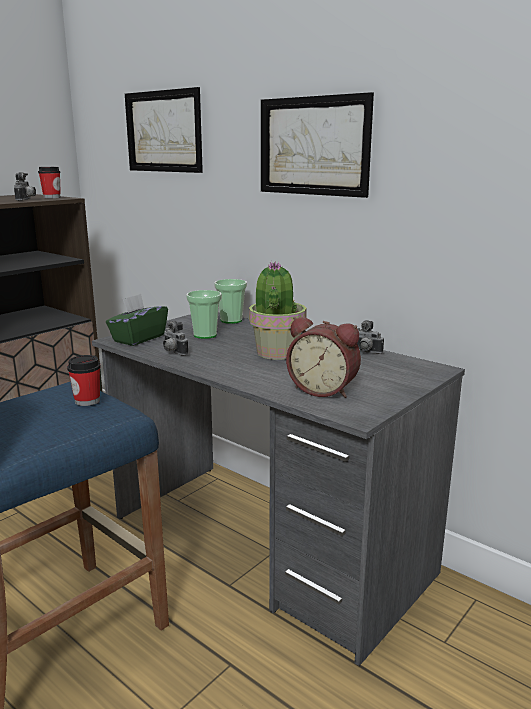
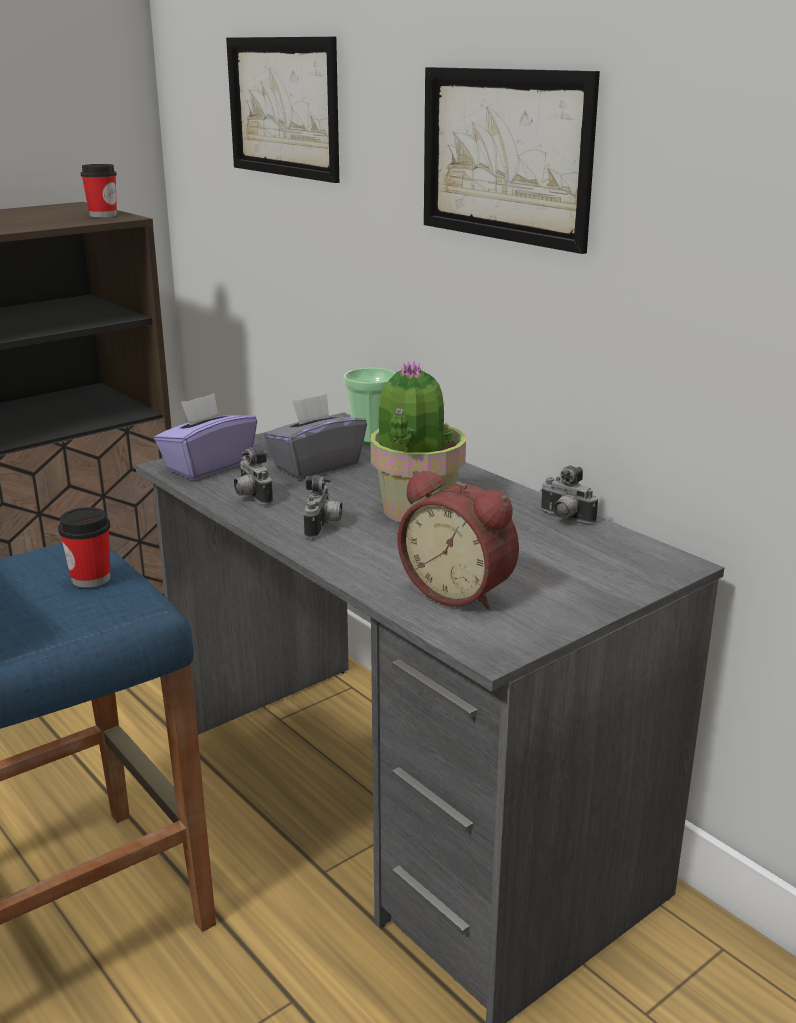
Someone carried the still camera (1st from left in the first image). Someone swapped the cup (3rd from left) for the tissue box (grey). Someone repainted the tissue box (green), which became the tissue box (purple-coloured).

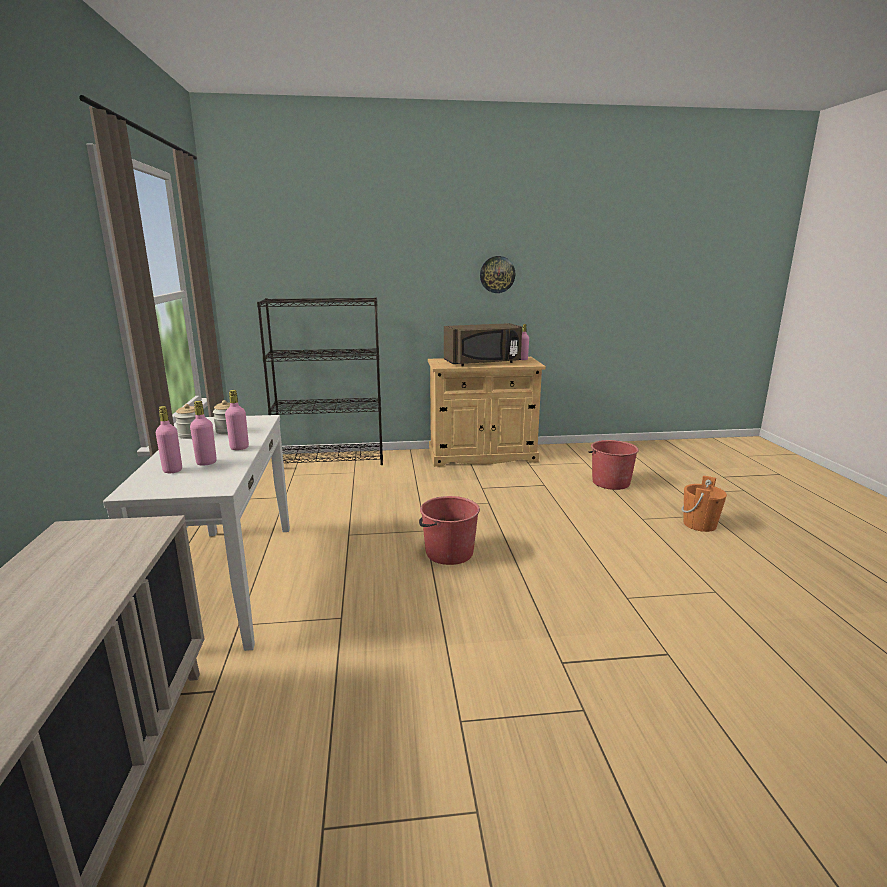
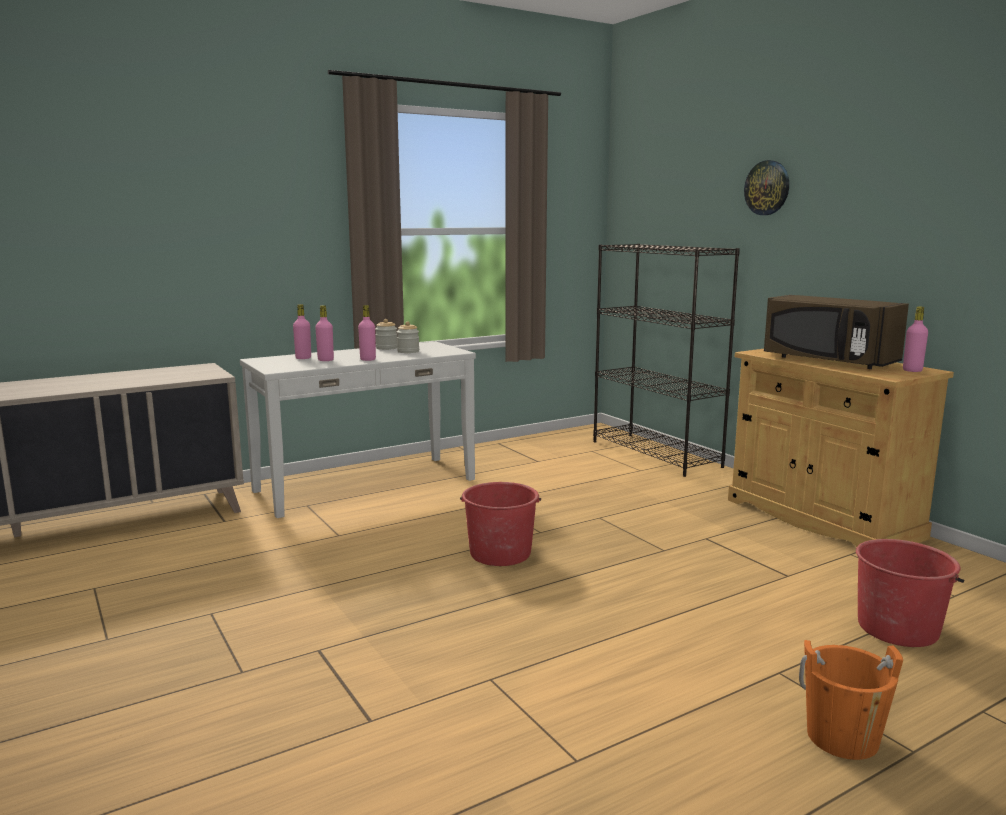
Someone carried the wall clock.

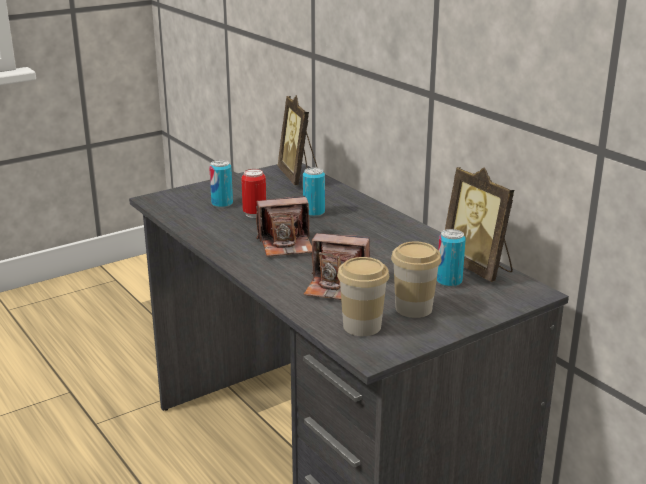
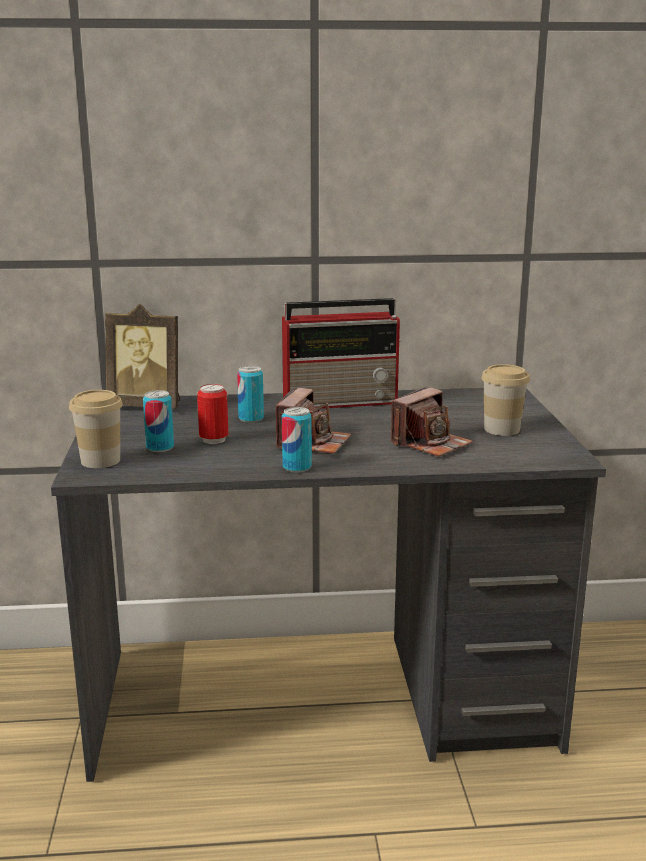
Someone took away the photo frame (2nd from left). Someone carried the sealed can (4th from left). Someone carried the cup (1st from left). Someone put down the radio.

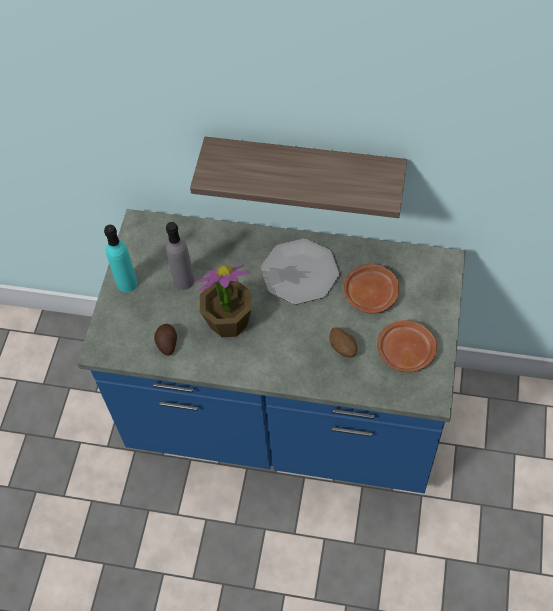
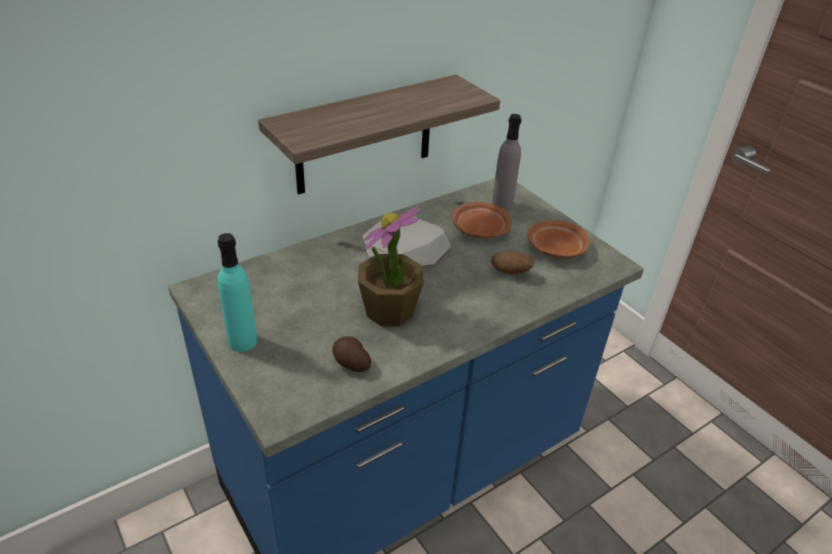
Someone carried the drink bottle (grey).

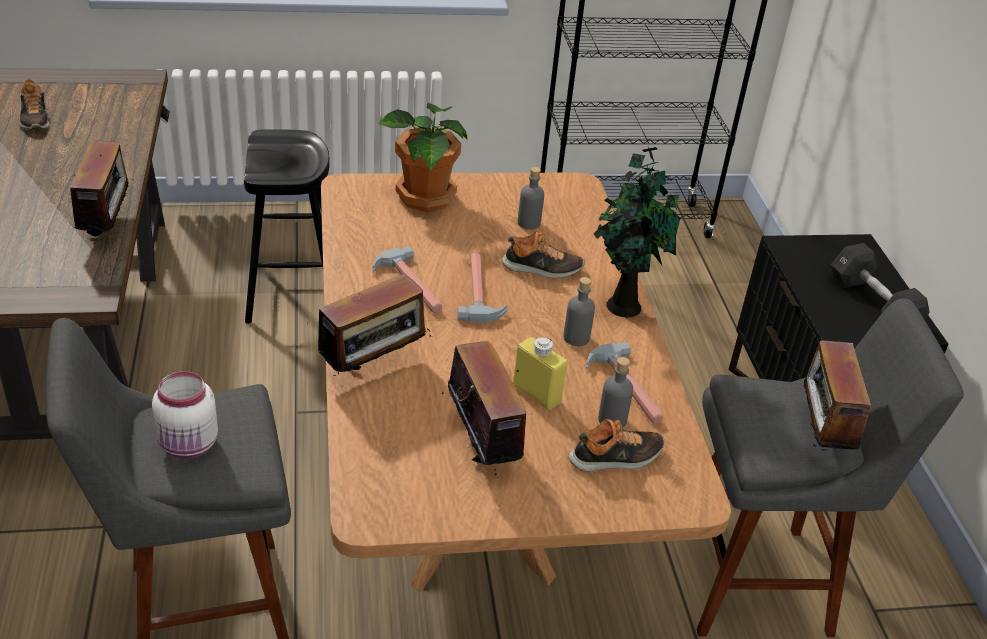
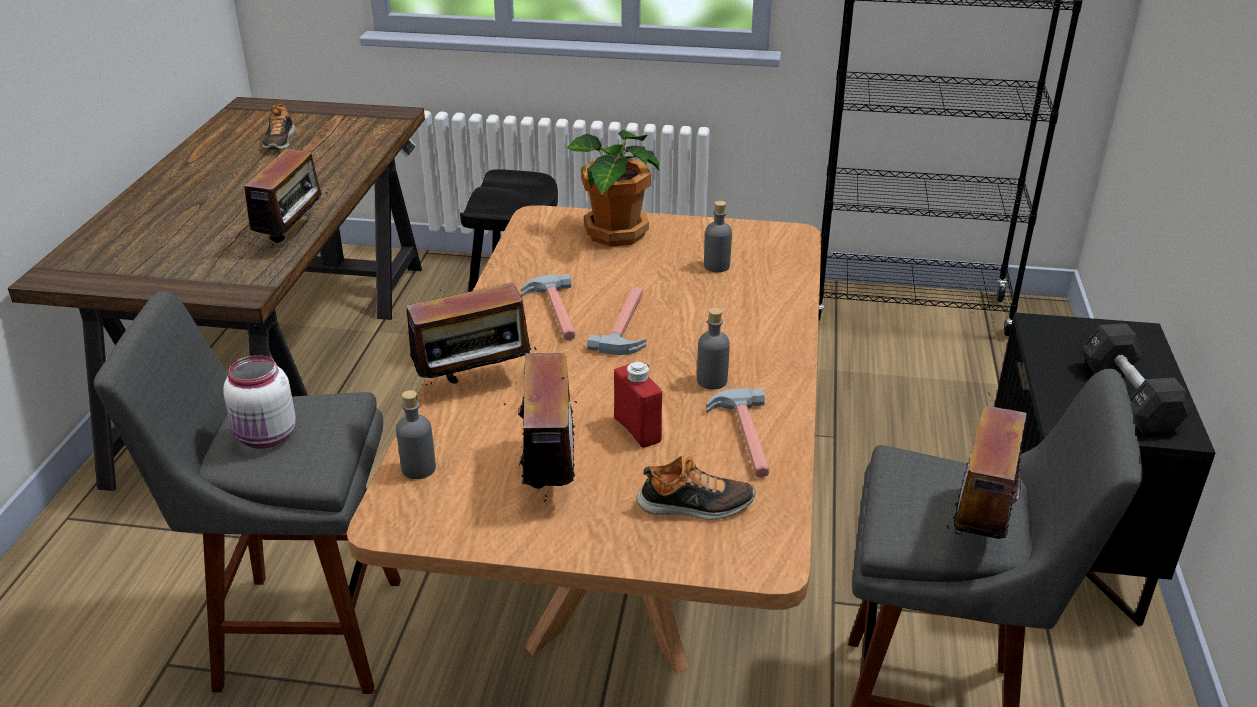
Someone took away the plant in a pot (2nd from left). Someone took away the shoe (2nd from left). Someone repainted the drink bottle (yellowish), which became the drink bottle (red). Someone carried the drink bottle (grey) (3rd from left in the first image).

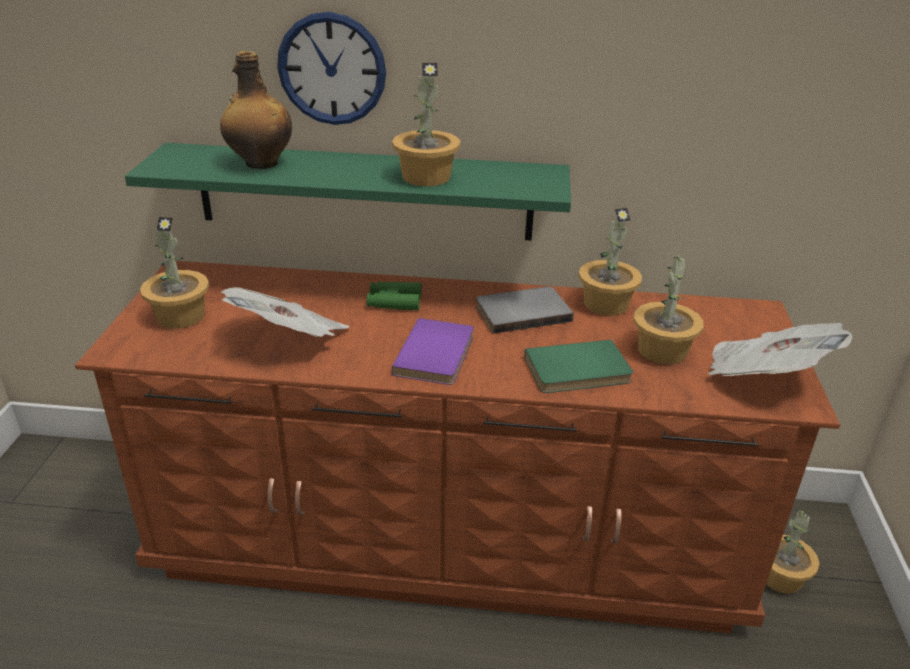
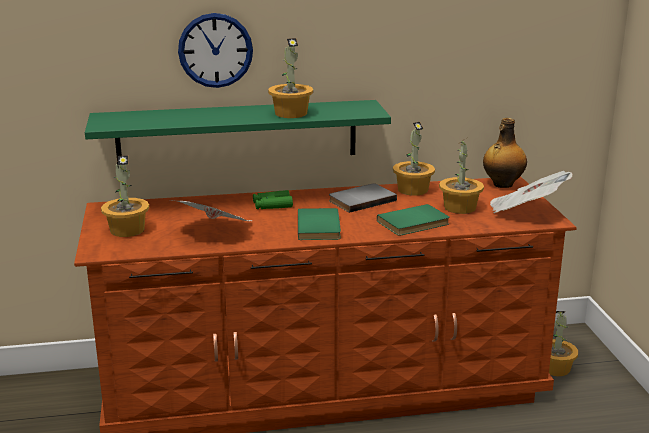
Someone carried the drink bottle. Someone repainted the book (purple-coloured), which became the book (green) (1st from left).

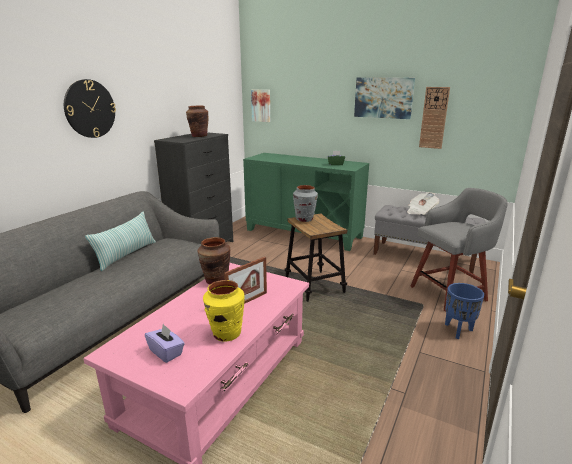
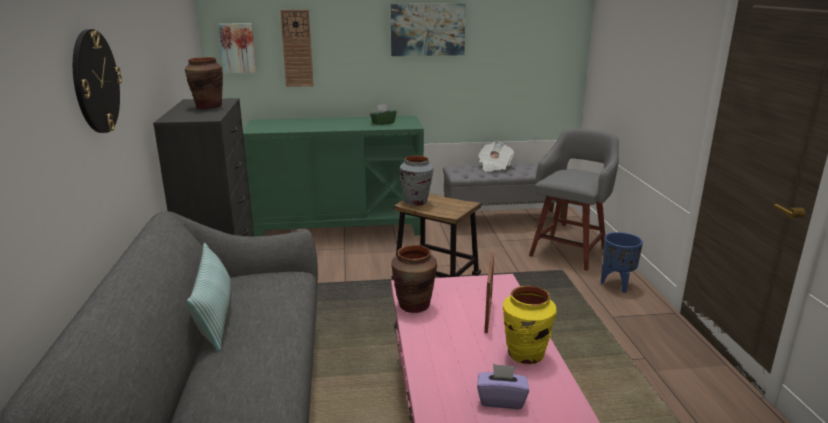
Someone carried the wall clock (2nd from left).

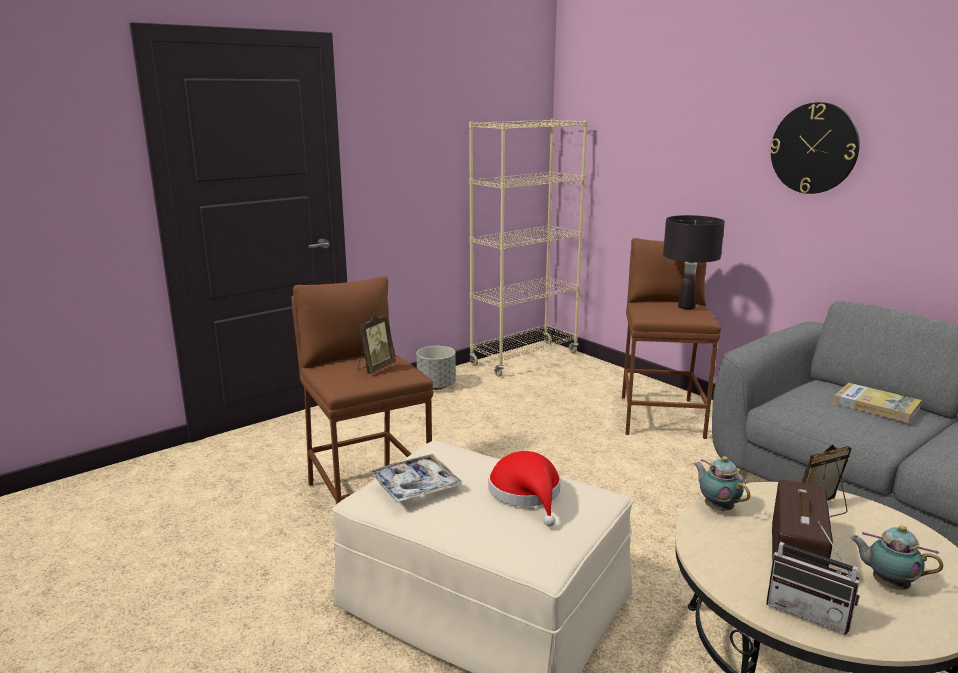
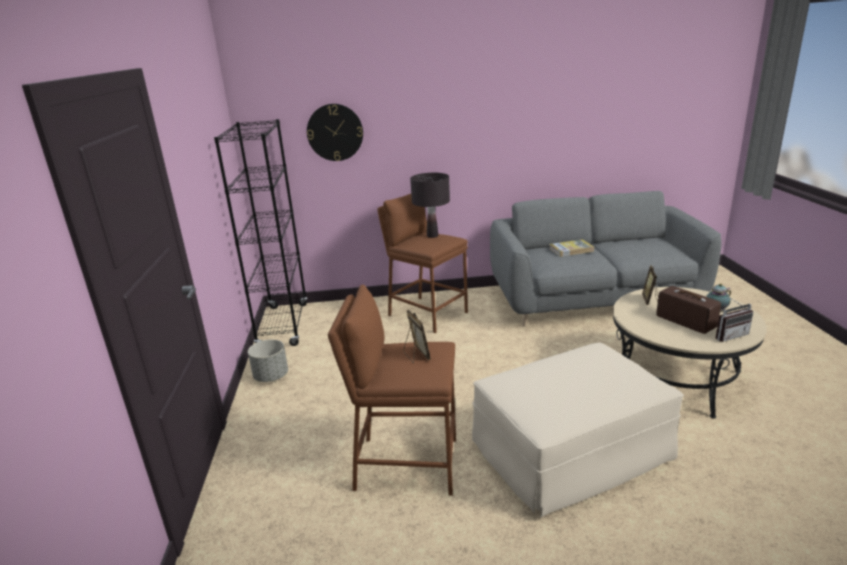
Someone carried the wall clock. Someone repainted the shelving unit (sand-coloured), which became the shelving unit (black-coloured). Someone took away the hat (red). Someone took away the tray. Someone took away the teapot (1st from left).

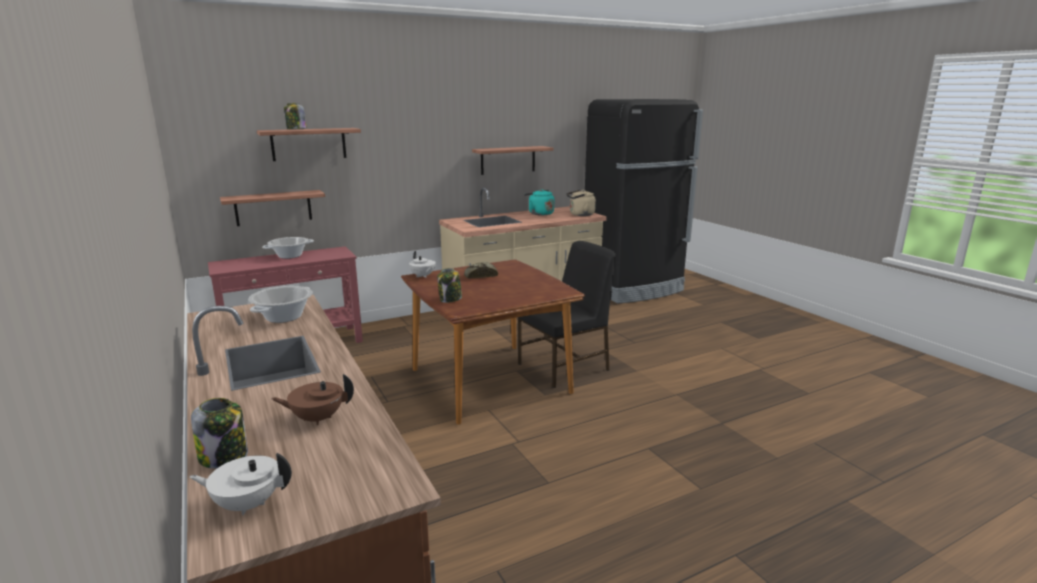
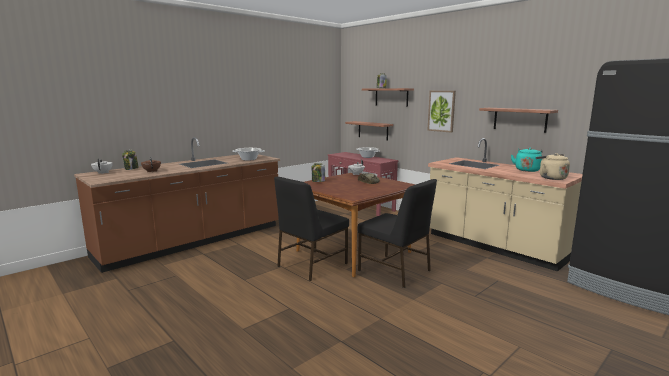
Someone put up the picture. Someone put down the chair (black-coloured) (1st from left).

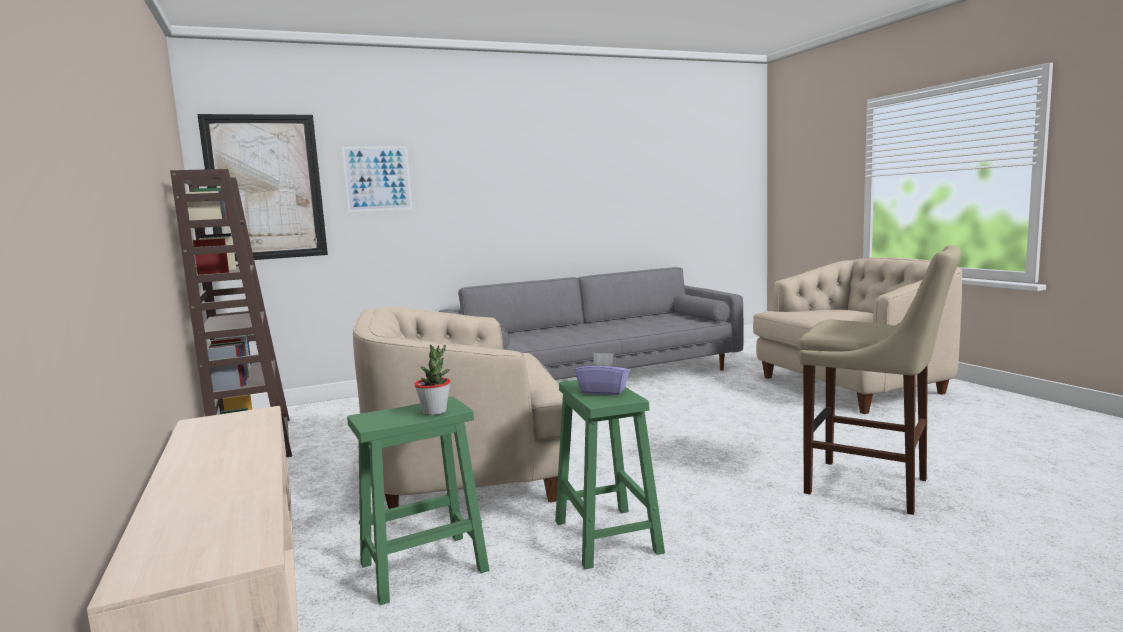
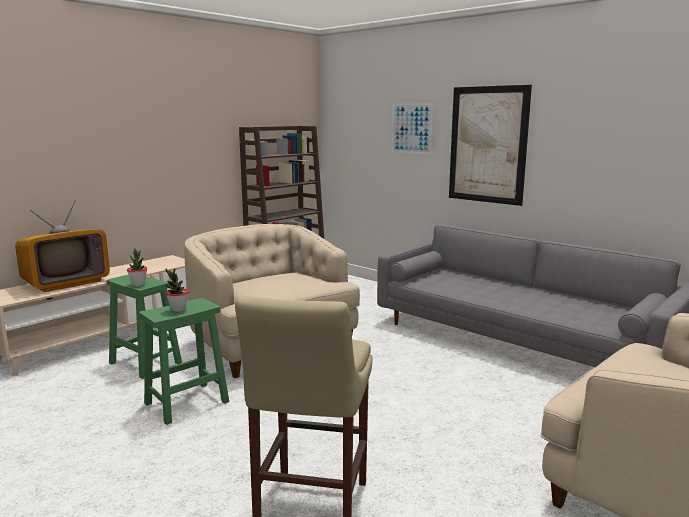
Someone carried the picture (1st from left in the first image). Someone swapped the tissue box (purple-coloured) for the plant in a pot (2nd from left). Someone put down the TV.

